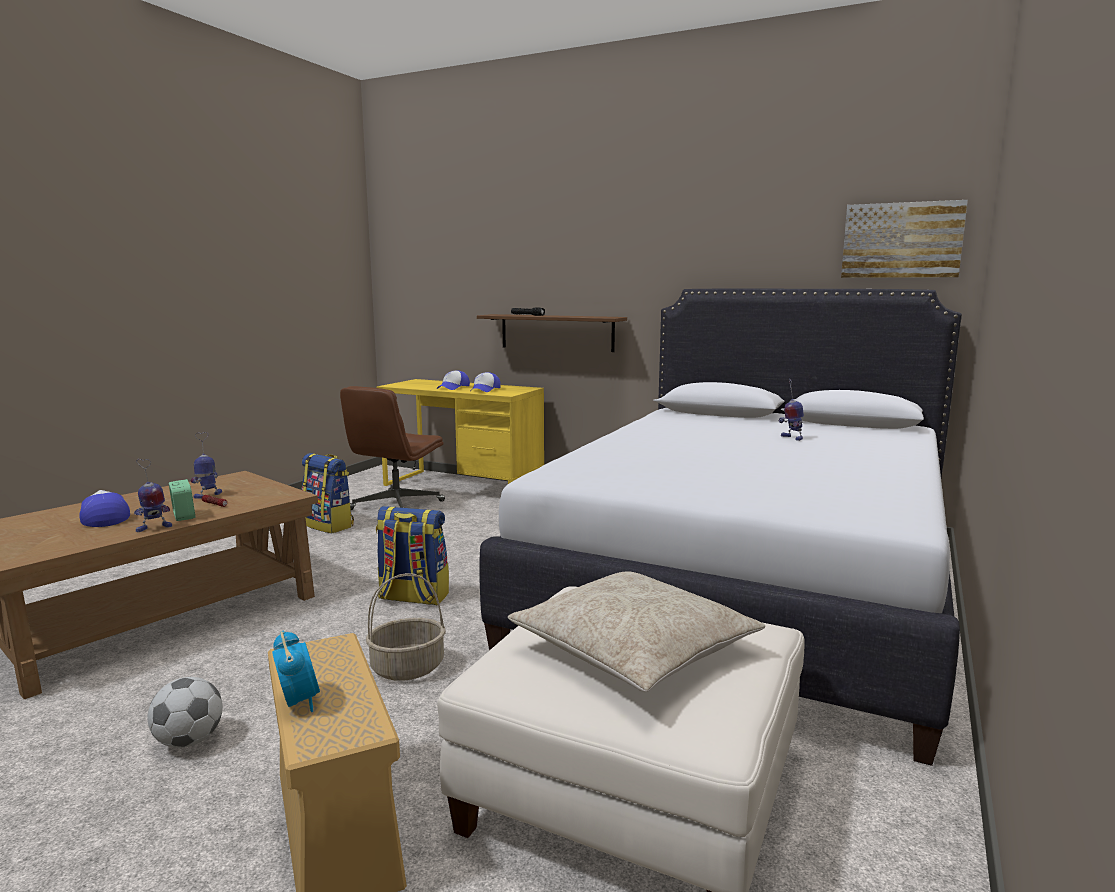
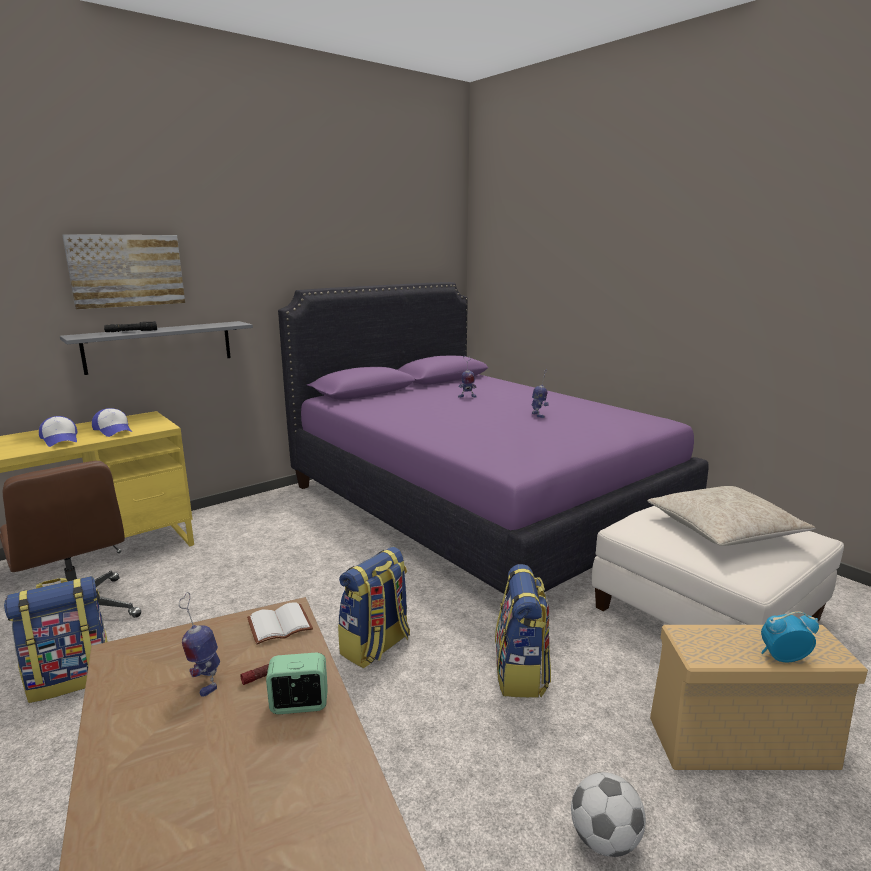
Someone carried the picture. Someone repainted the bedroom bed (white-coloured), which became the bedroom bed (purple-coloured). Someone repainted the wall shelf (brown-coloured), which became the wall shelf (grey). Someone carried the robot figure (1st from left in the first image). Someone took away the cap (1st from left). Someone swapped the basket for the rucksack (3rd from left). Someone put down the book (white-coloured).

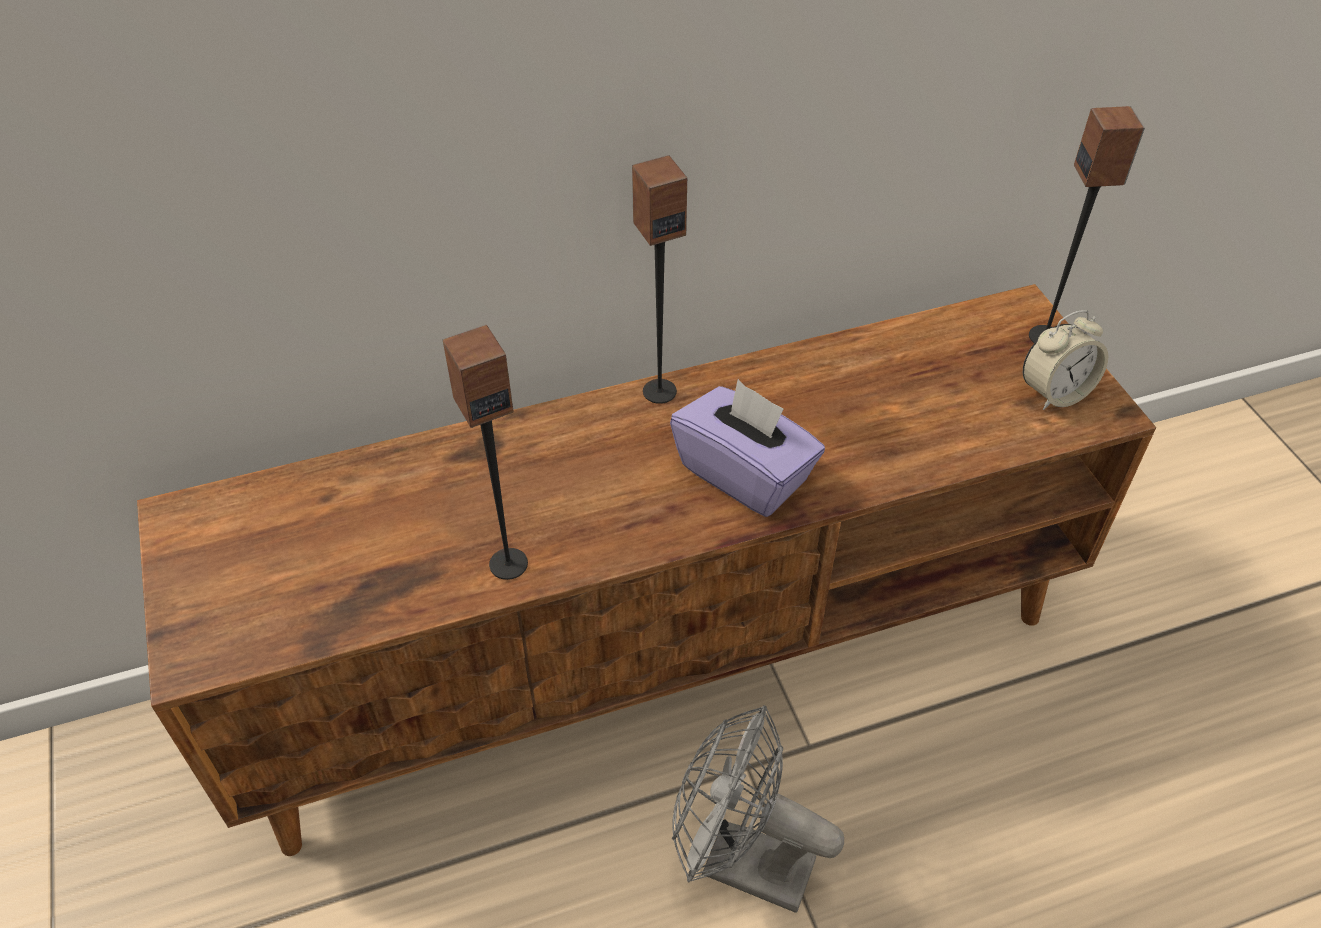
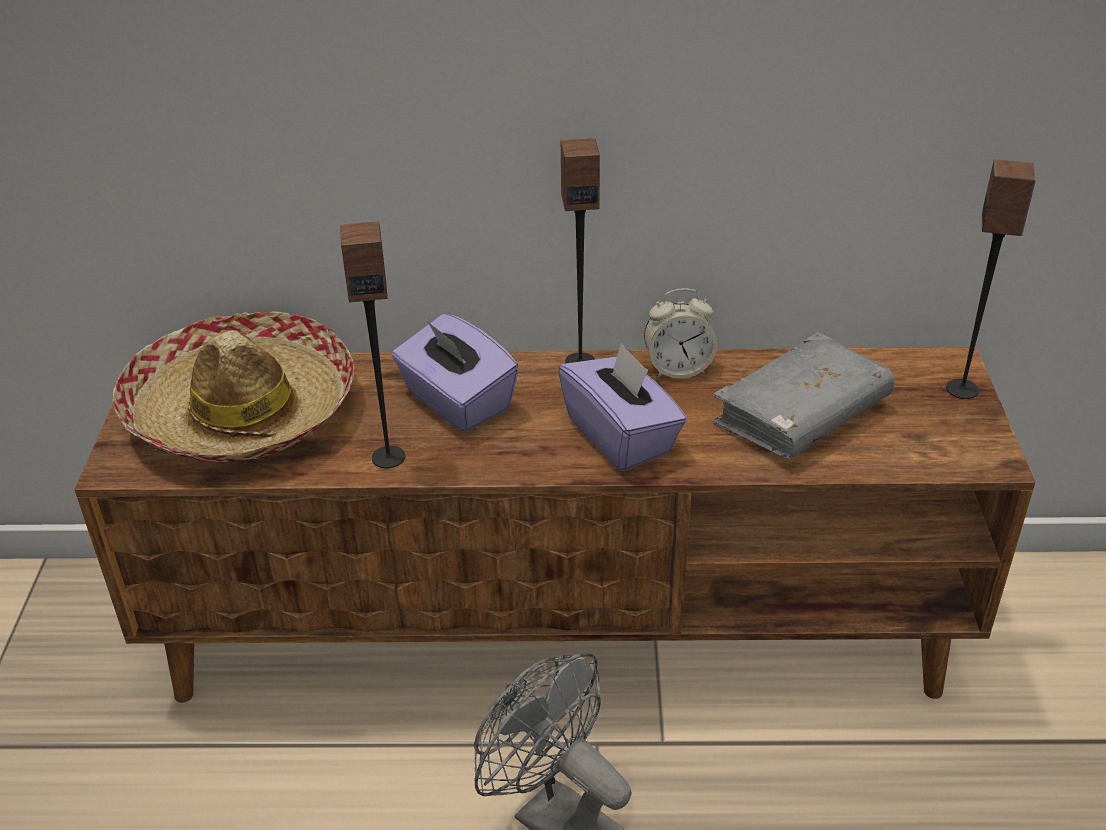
Someone carried the bedside clock. Someone put down the hat. Someone put down the tissue box (purple-coloured) (1st from left). Someone put down the book (grey).

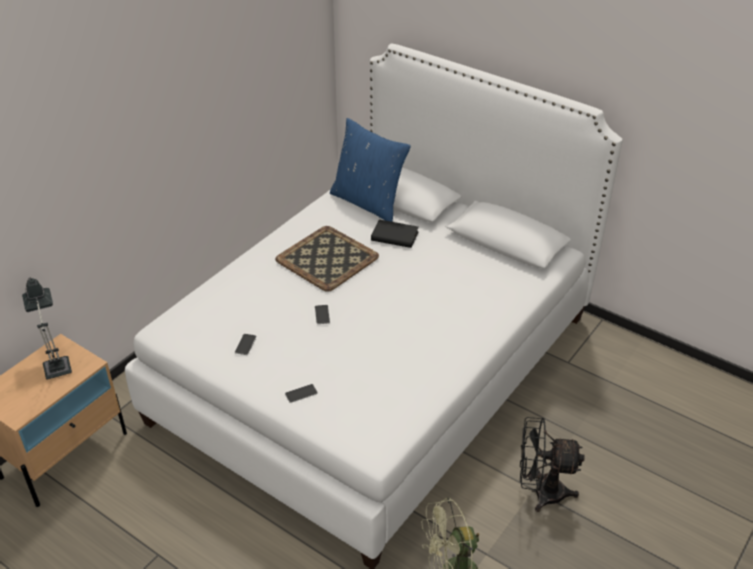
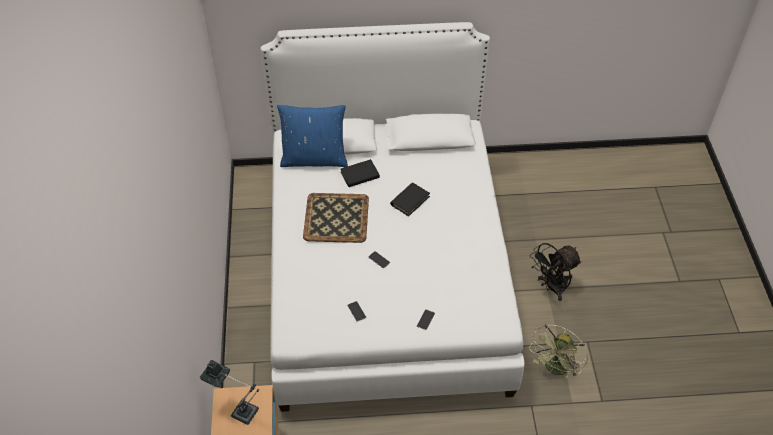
Someone put down the book (black-coloured) (2nd from left).

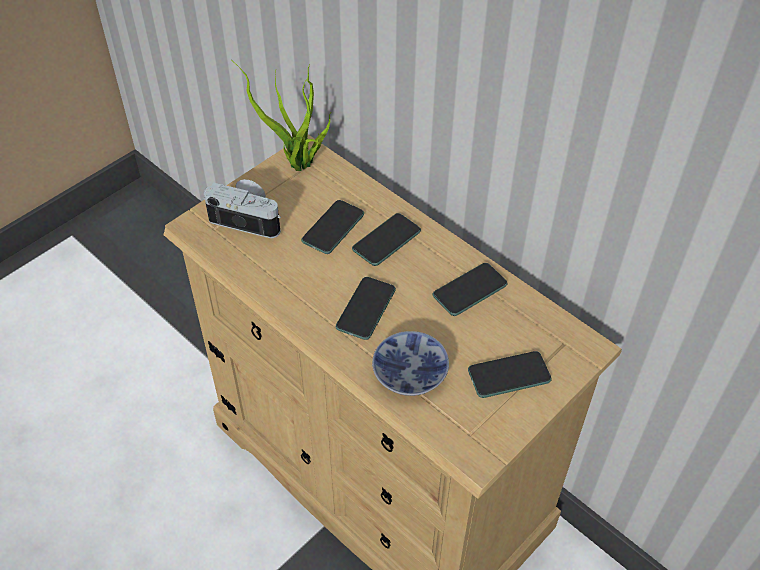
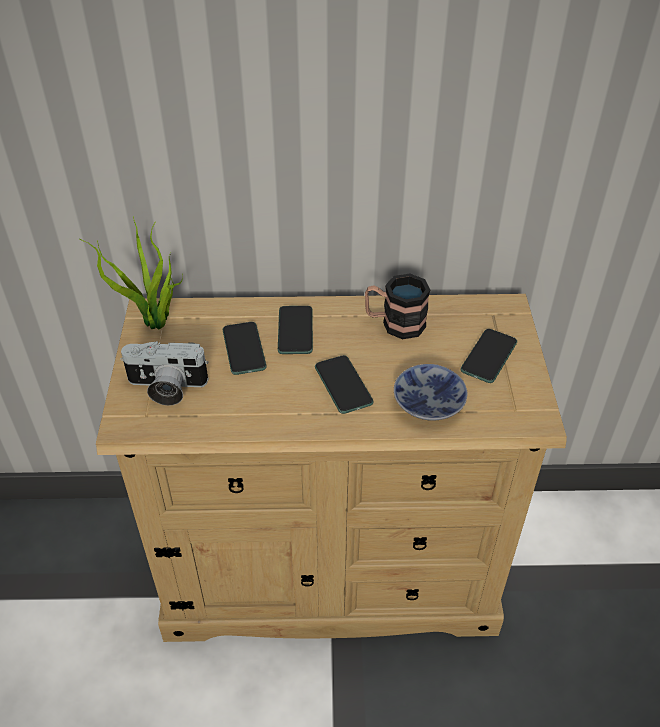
Someone rotated the still camera by 150 degrees counterclockwise. Someone swapped the handset (4th from left) for the mug.

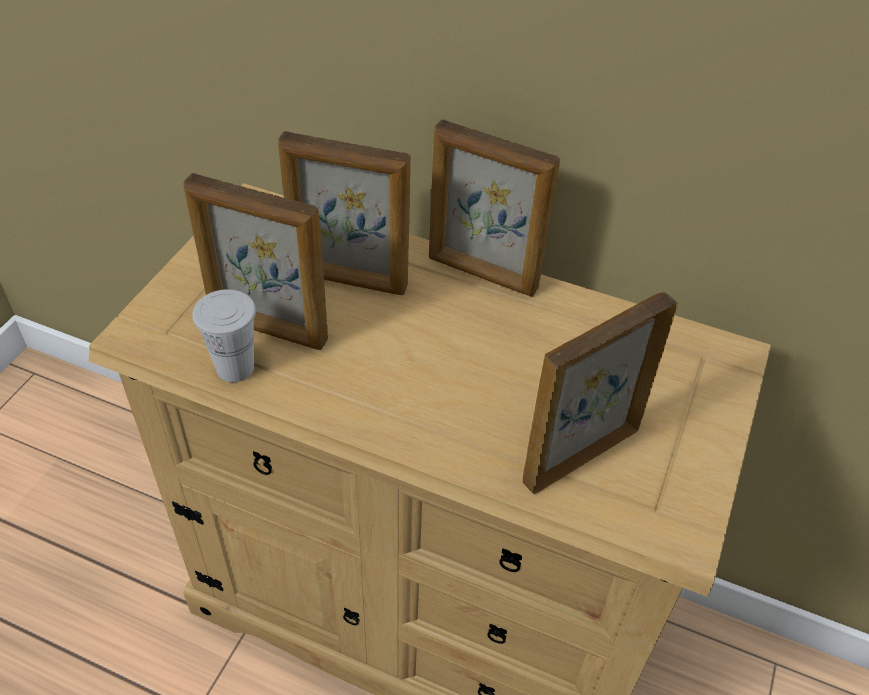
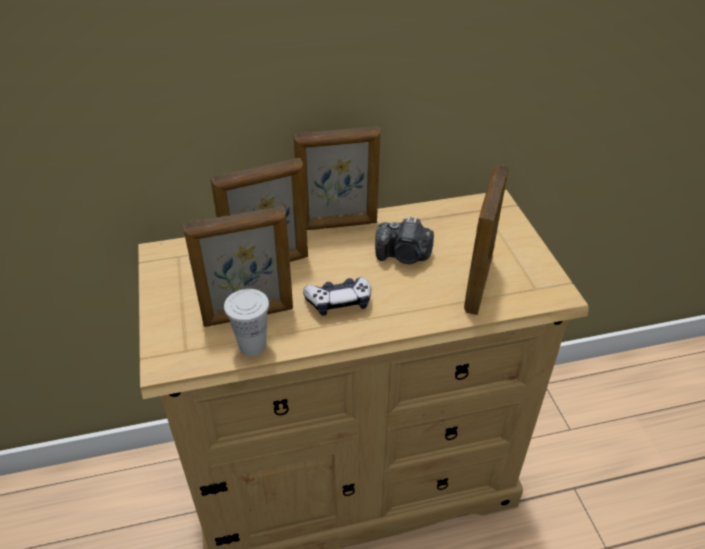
Someone put down the still camera. Someone put down the game controller.

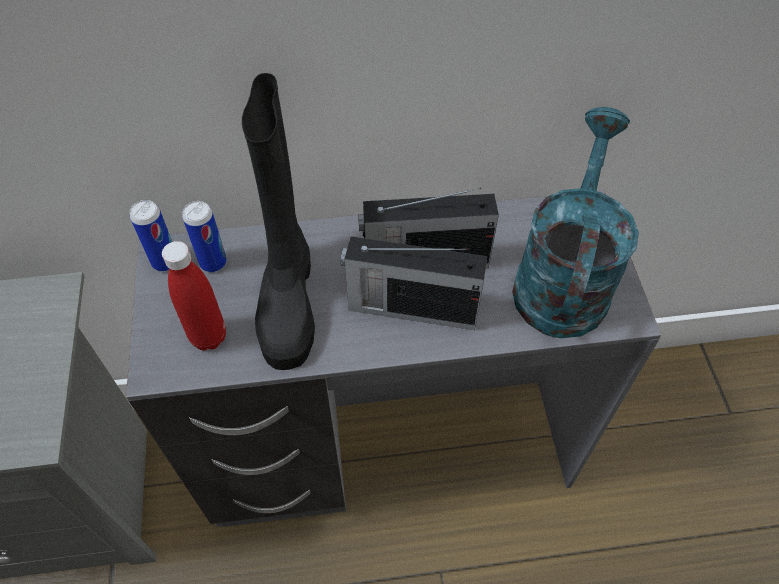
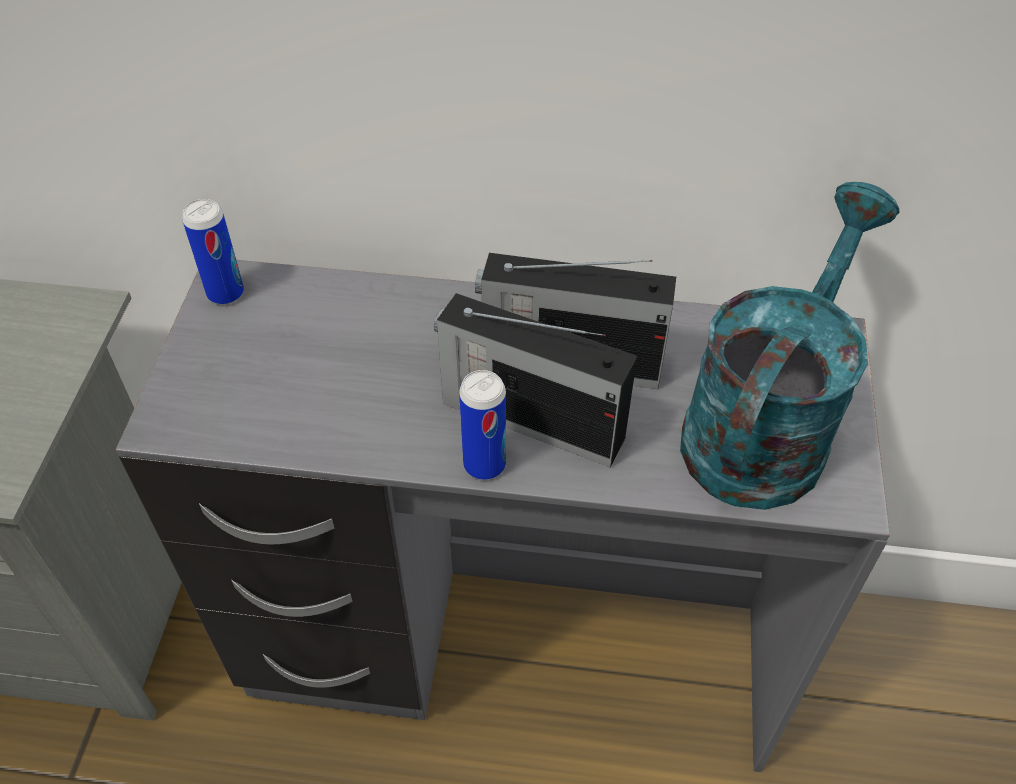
Someone took away the tall boot (black-coloured). Someone carried the sealed can (2nd from left). Someone took away the drink bottle (red).

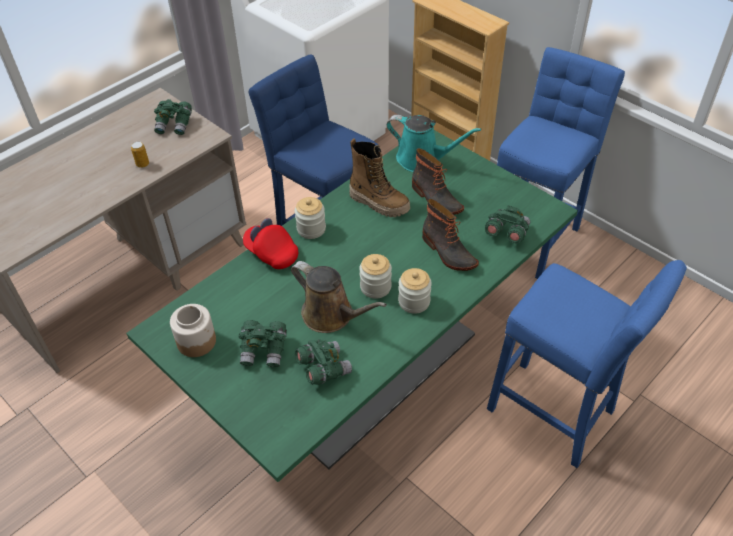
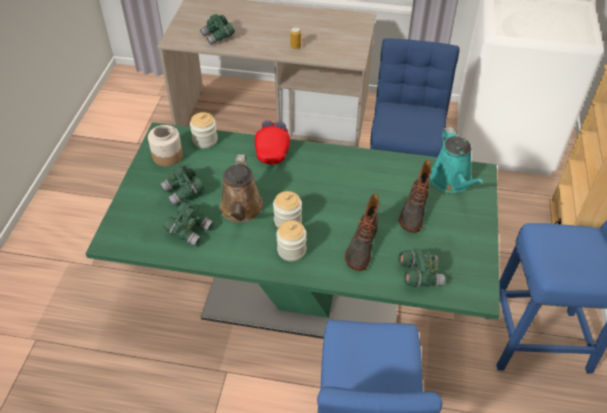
Someone carried the binoculars (green) (1st from left in the first image). Someone took away the tall boot (1st from left). Someone carried the storage jar (2nd from left).

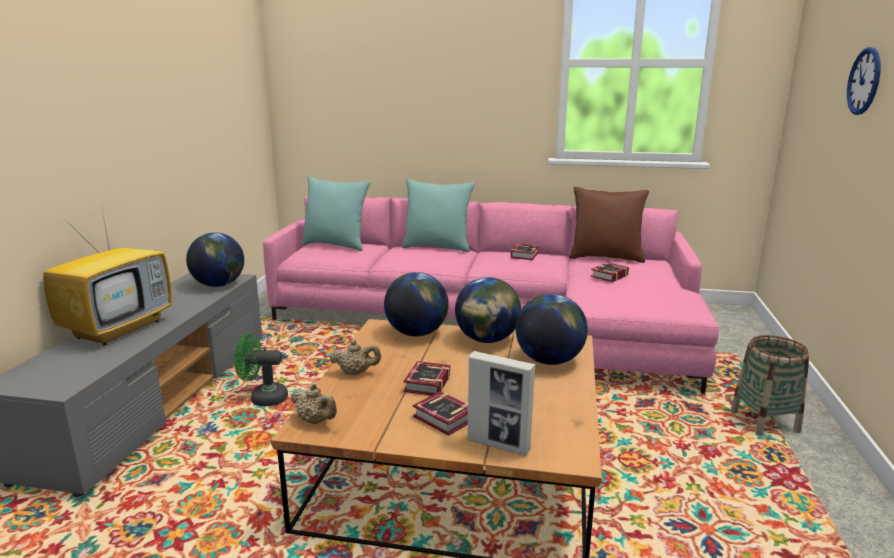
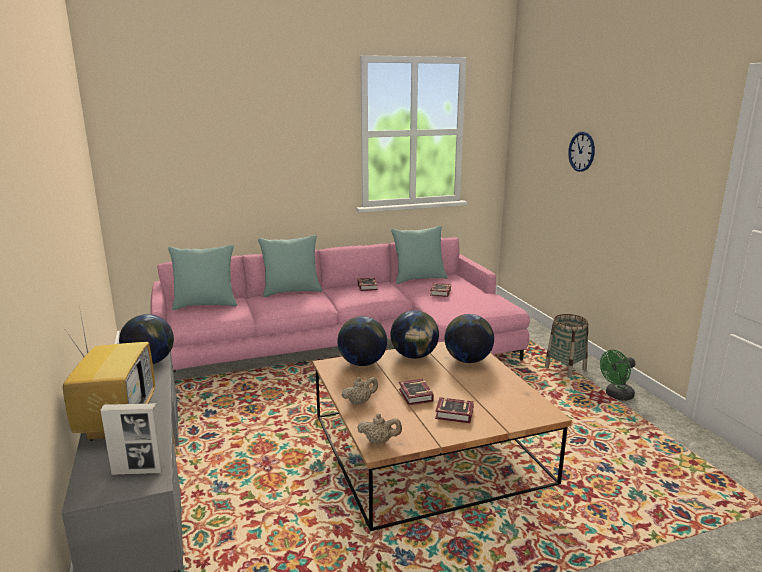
Someone repainted the pillow (brown-coloured), which became the pillow (turquoise) (3rd from left). Someone carried the electric fan (green). Someone carried the photo frame.

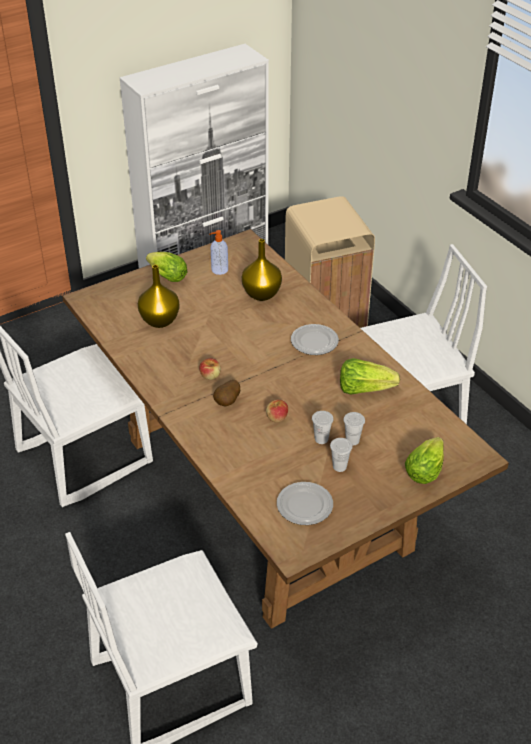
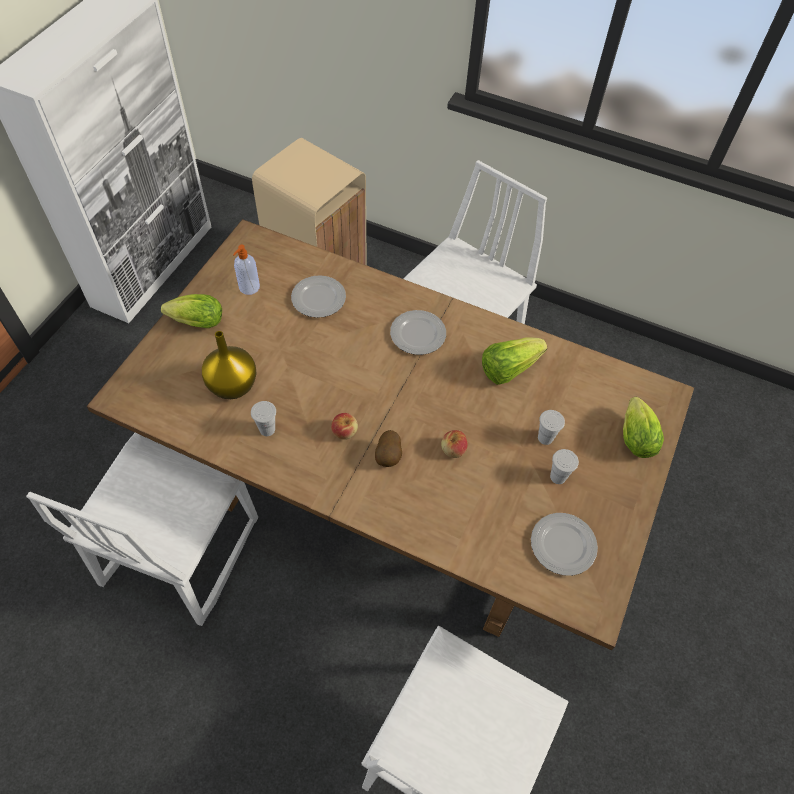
Someone swapped the flower vase (yellowish) (2nd from left) for the plate (1st from left). Someone carried the cup (white-coloured) (1st from left).

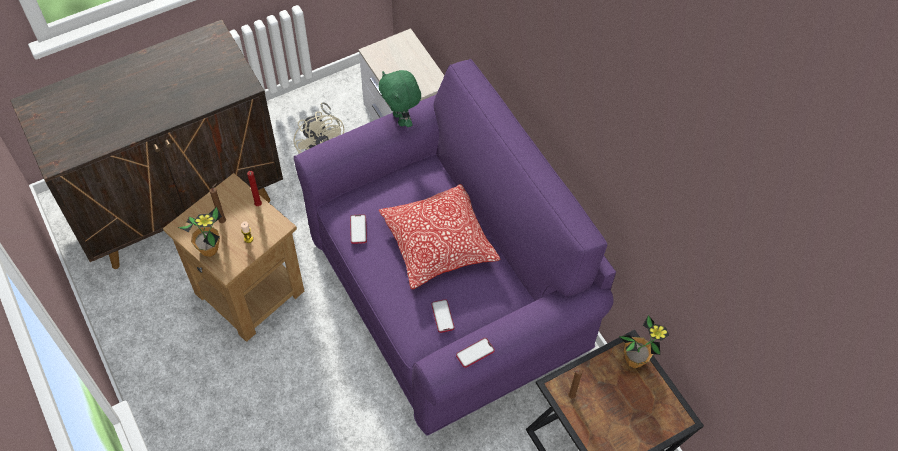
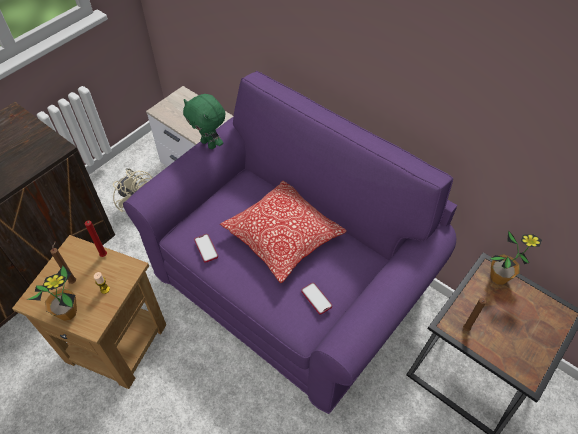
Someone took away the handset (3rd from left).

